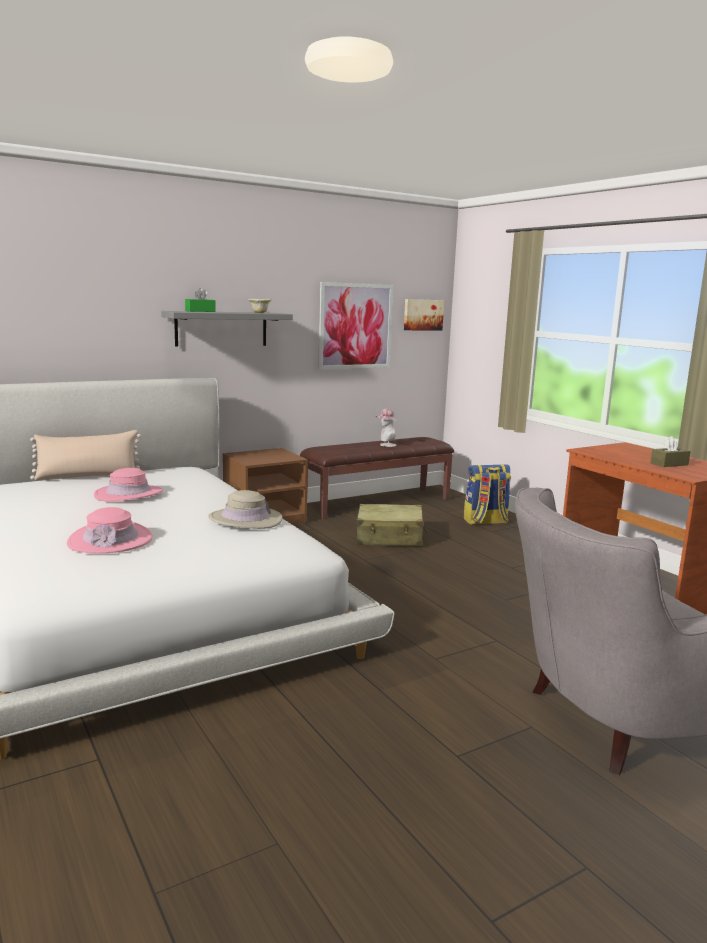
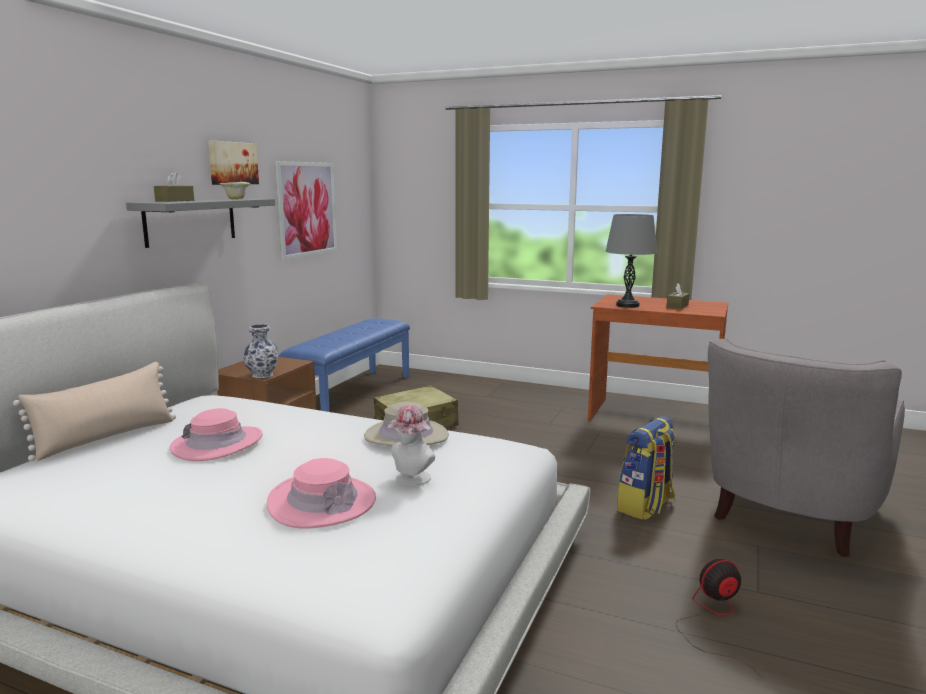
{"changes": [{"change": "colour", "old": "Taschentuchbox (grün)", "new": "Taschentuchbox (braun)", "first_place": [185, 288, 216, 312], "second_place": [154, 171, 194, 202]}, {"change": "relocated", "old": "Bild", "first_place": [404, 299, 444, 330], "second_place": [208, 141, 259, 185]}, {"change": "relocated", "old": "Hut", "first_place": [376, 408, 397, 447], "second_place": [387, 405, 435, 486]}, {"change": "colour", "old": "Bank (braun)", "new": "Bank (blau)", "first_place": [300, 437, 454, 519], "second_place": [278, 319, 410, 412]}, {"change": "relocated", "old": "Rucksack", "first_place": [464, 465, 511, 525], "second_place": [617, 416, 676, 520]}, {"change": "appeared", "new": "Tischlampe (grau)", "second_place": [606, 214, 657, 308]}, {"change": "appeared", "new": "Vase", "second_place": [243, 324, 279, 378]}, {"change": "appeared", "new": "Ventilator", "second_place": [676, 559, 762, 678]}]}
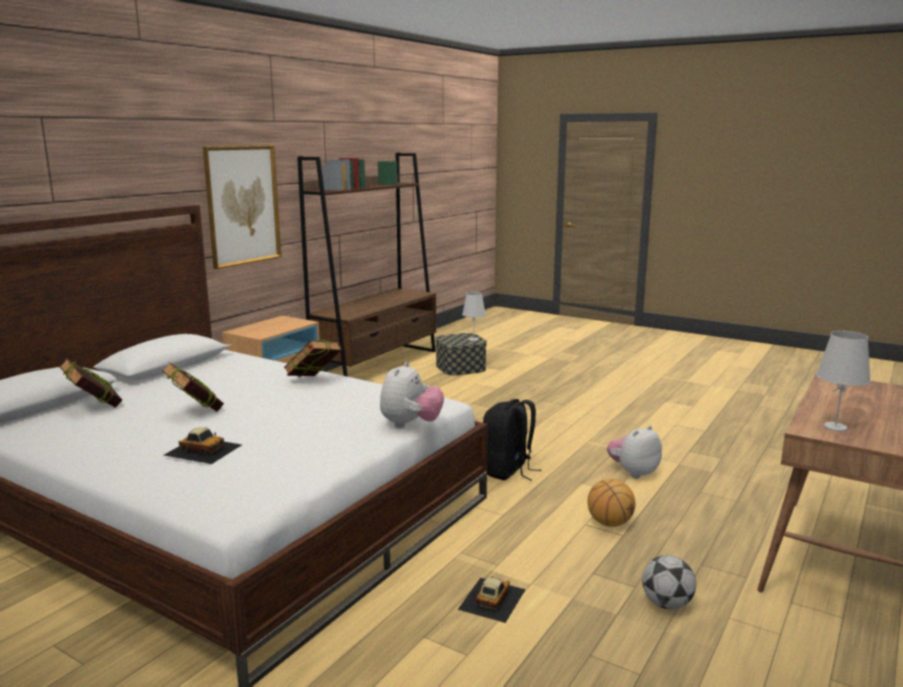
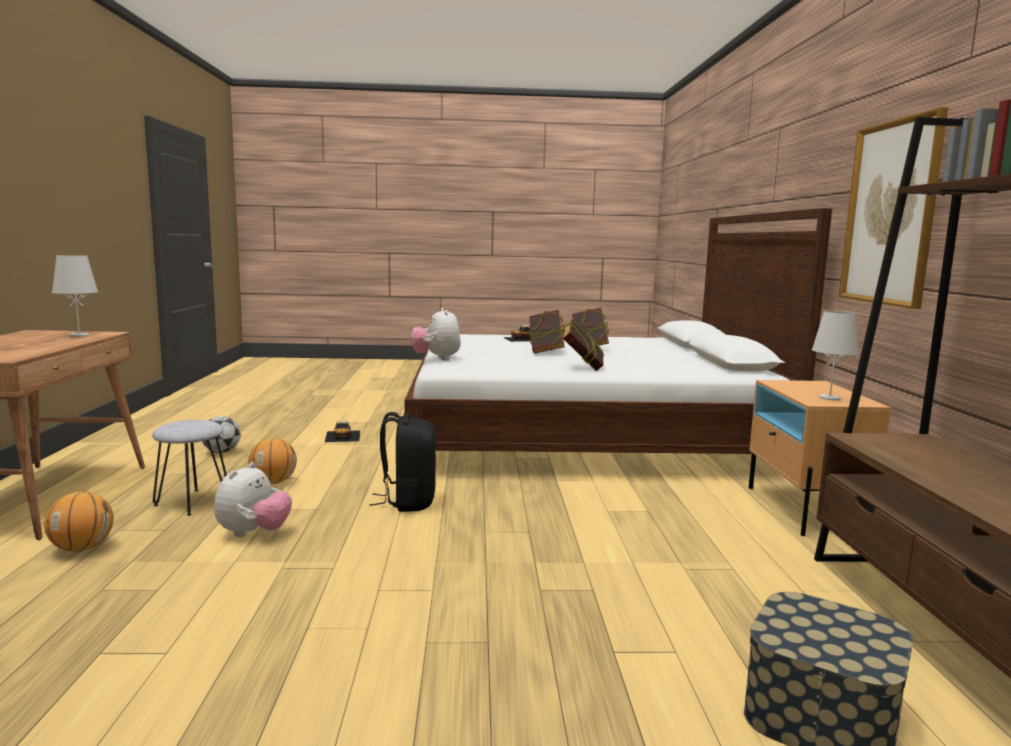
{"changes": [{"change": "relocated", "old": "Tischlampe (weiß)", "first_place": [462, 292, 486, 341], "second_place": [812, 310, 859, 400]}, {"change": "relocated", "old": "Buch", "first_place": [59, 358, 123, 408], "second_place": [529, 309, 565, 354]}, {"change": "appeared", "new": "Hocker (grau)", "second_place": [152, 420, 227, 516]}, {"change": "appeared", "new": "Basketball", "second_place": [44, 492, 114, 552]}]}
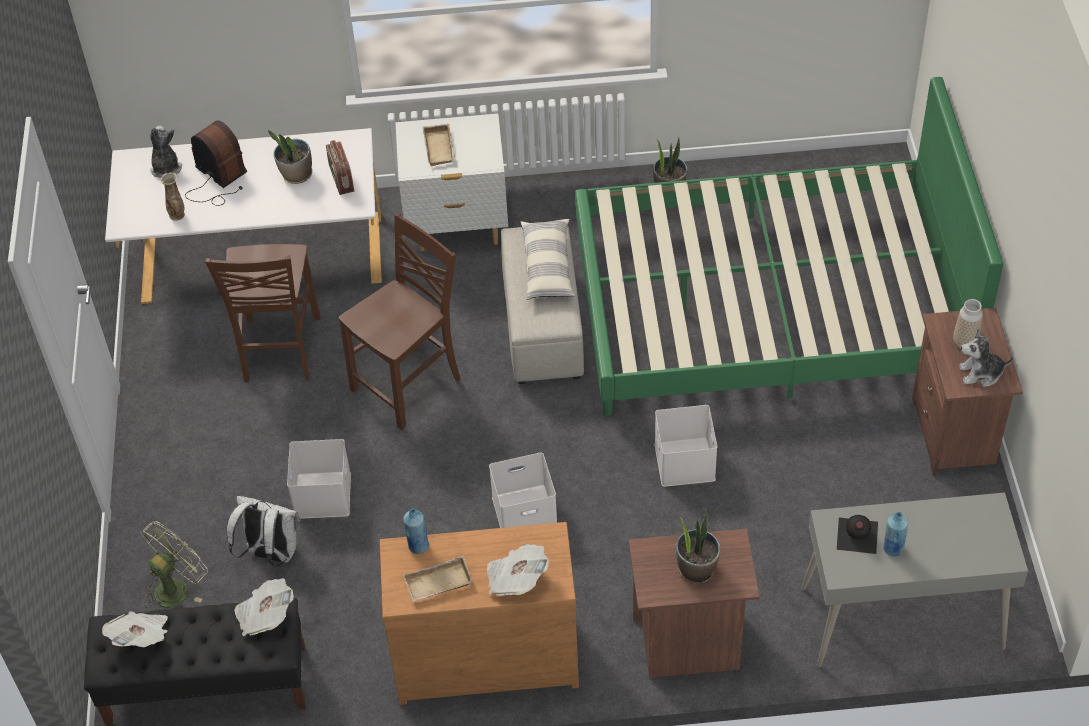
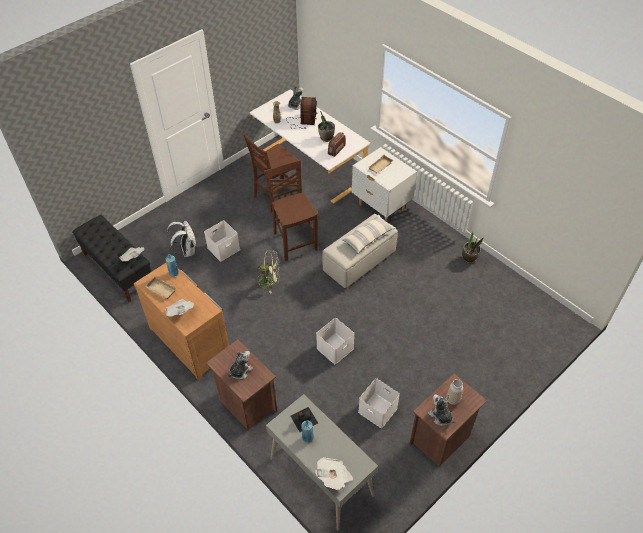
{"changes": [{"change": "missing", "old": "Bett (grün)", "first_place": [575, 77, 1003, 416]}, {"change": "spun", "old": "Stuhl (braun)", "first_place": [339, 213, 460, 430], "second_place": [264, 160, 318, 261], "degrees": -120}, {"change": "relocated", "old": "Aufbewahrungsbox (weiß)", "first_place": [489, 452, 557, 528], "second_place": [358, 378, 400, 428]}, {"change": "exchanged", "old": "Topfpflanze", "new": "Plüschtier", "first_place": [676, 508, 720, 584], "second_place": [228, 351, 253, 380]}, {"change": "relocated", "old": "Ventilator (grün)", "first_place": [140, 521, 208, 608], "second_place": [254, 250, 280, 294]}, {"change": "relocated", "old": "Zeitung", "first_place": [102, 611, 168, 647], "second_place": [315, 457, 353, 490]}]}
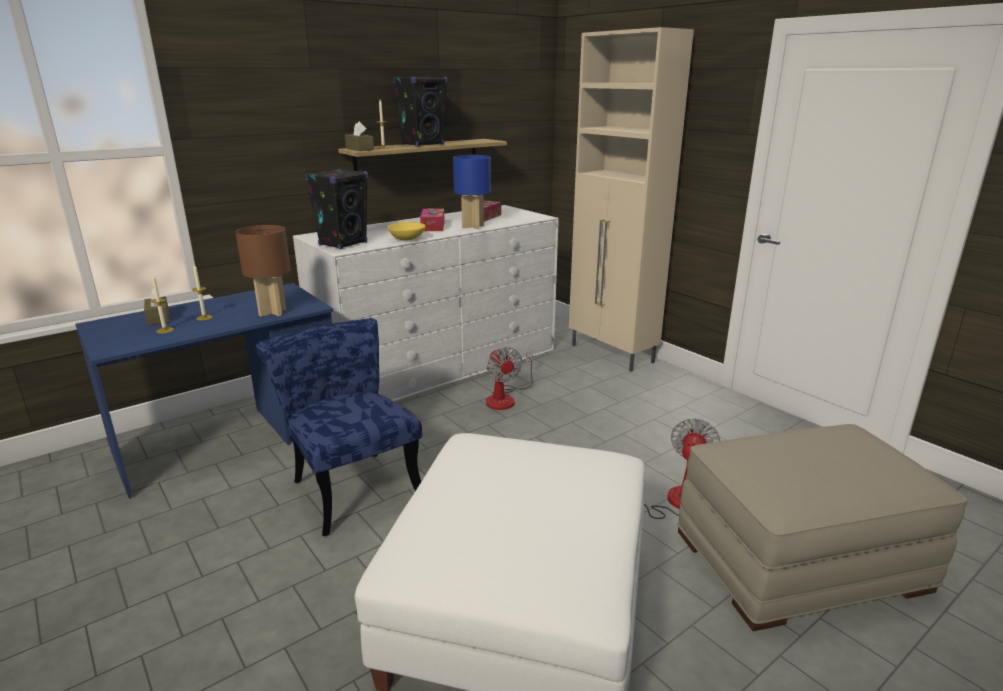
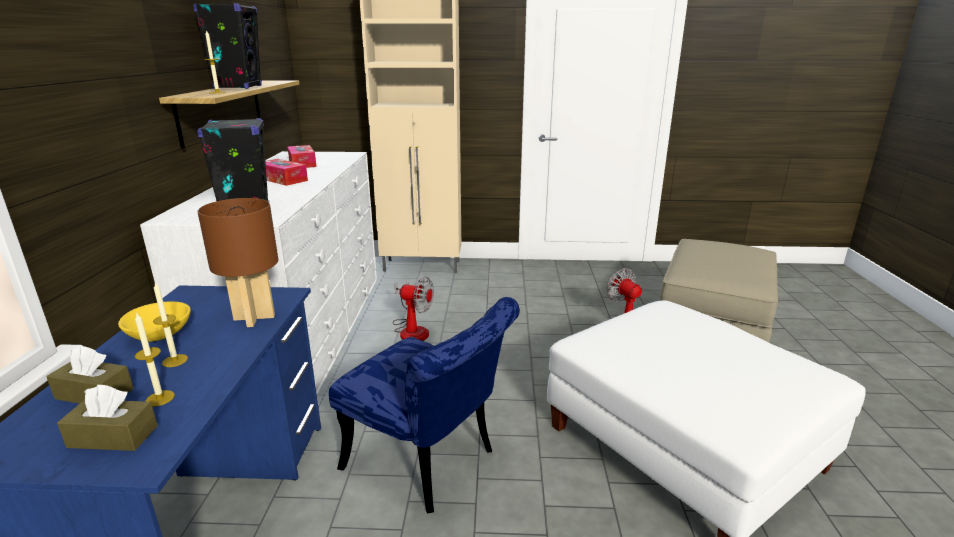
{"changes": [{"change": "relocated", "old": "Taschentuchbox (braun)", "first_place": [345, 121, 374, 151], "second_place": [57, 385, 158, 451]}, {"change": "missing", "old": "Tischlampe (blau)", "first_place": [453, 155, 491, 229]}, {"change": "relocated", "old": "Schüssel (gelb)", "first_place": [388, 222, 426, 240], "second_place": [118, 301, 191, 342]}, {"change": "spun", "old": "Stuhl (blau)", "first_place": [256, 318, 422, 536], "second_place": [329, 297, 520, 513], "degrees": -150}]}
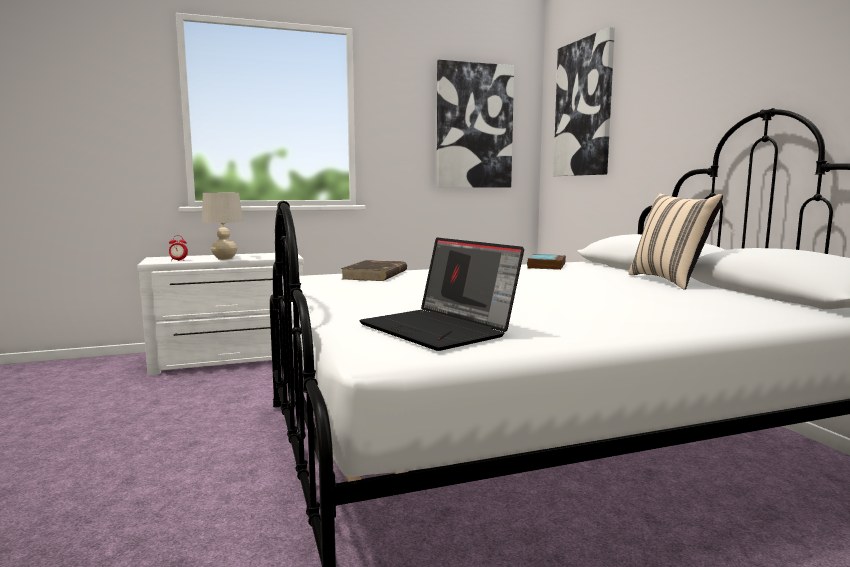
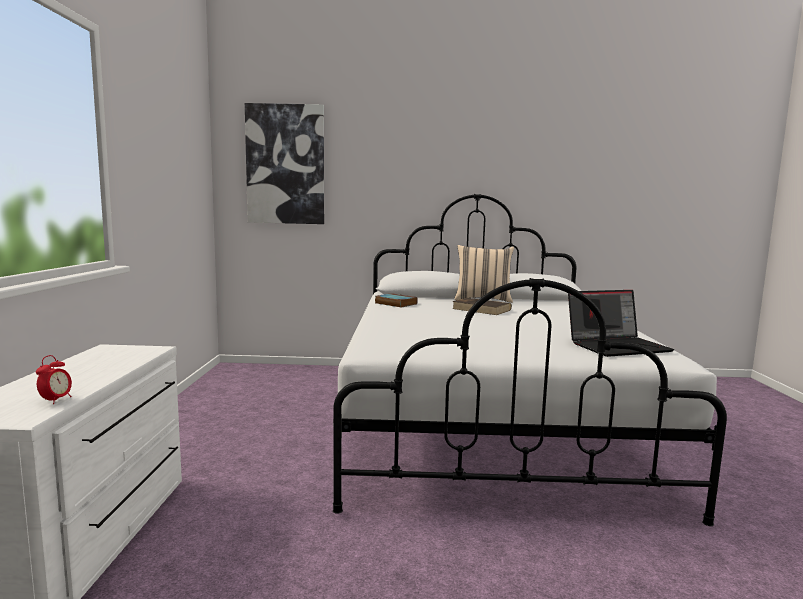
{"changes": [{"change": "missing", "old": "Bild", "first_place": [437, 60, 514, 188]}, {"change": "missing", "old": "Tischlampe (beige)", "first_place": [202, 193, 243, 260]}, {"change": "relocated", "old": "Buch (braun)", "first_place": [341, 260, 407, 281], "second_place": [452, 298, 512, 315]}]}
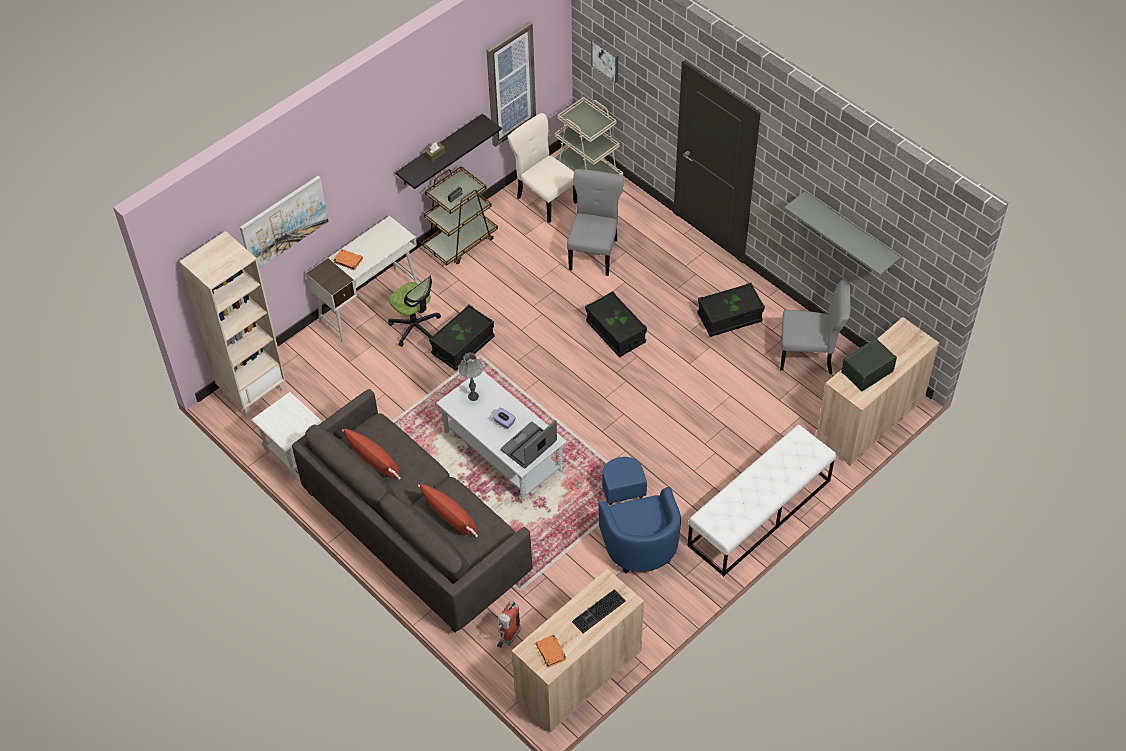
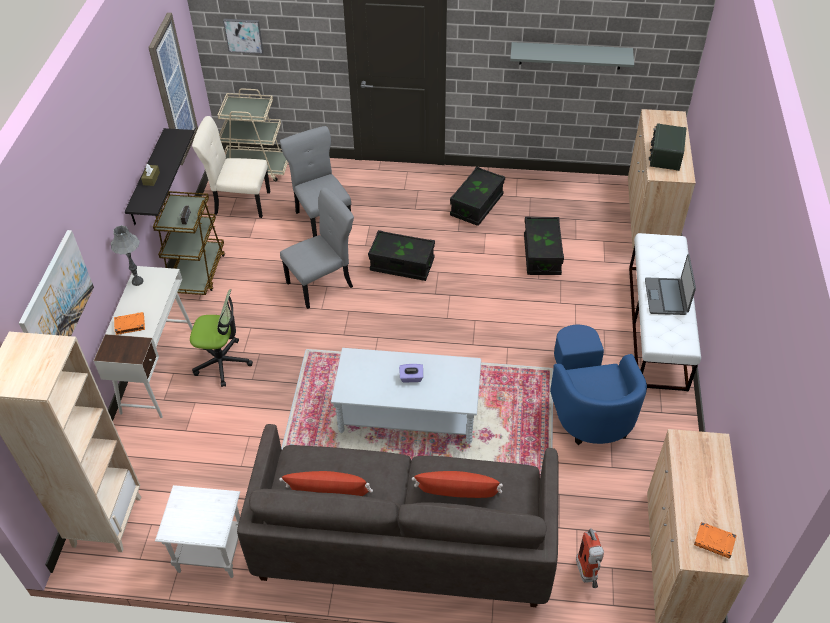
{"changes": [{"change": "relocated", "old": "Stuhl (grau)", "first_place": [780, 278, 851, 374], "second_place": [280, 187, 354, 309]}, {"change": "relocated", "old": "Aufbewahrungsbox (schwarz)", "first_place": [429, 305, 495, 371], "second_place": [524, 217, 564, 275]}, {"change": "relocated", "old": "Tischlampe (grau)", "first_place": [458, 352, 483, 401], "second_place": [111, 225, 144, 286]}, {"change": "relocated", "old": "Laptop", "first_place": [501, 420, 557, 468], "second_place": [645, 254, 696, 315]}, {"change": "spun", "old": "Sessel (blau)", "first_place": [598, 457, 681, 573], "second_place": [550, 325, 647, 445], "degrees": 45}, {"change": "missing", "old": "Tastatur", "first_place": [572, 589, 626, 633]}]}
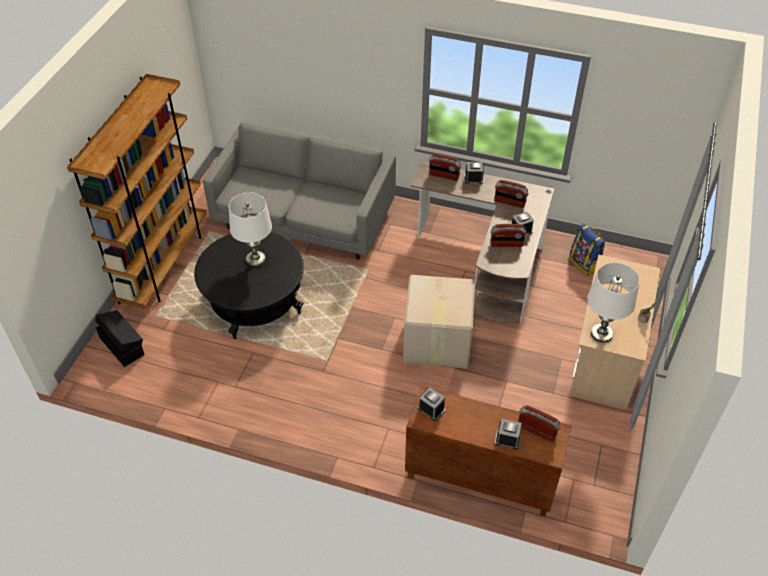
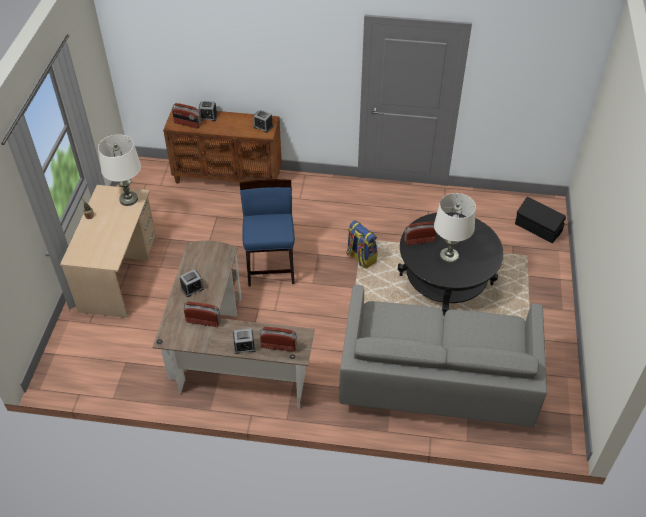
{"changes": [{"change": "missing", "old": "Bücherregal (braun)", "first_place": [67, 74, 207, 308]}, {"change": "relocated", "old": "Radio", "first_place": [491, 224, 526, 247], "second_place": [404, 222, 436, 245]}, {"change": "relocated", "old": "Rucksack", "first_place": [569, 224, 605, 276], "second_place": [346, 220, 377, 269]}, {"change": "exchanged", "old": "Karton", "new": "Stuhl (blau)", "first_place": [403, 275, 475, 369], "second_place": [240, 179, 295, 287]}]}
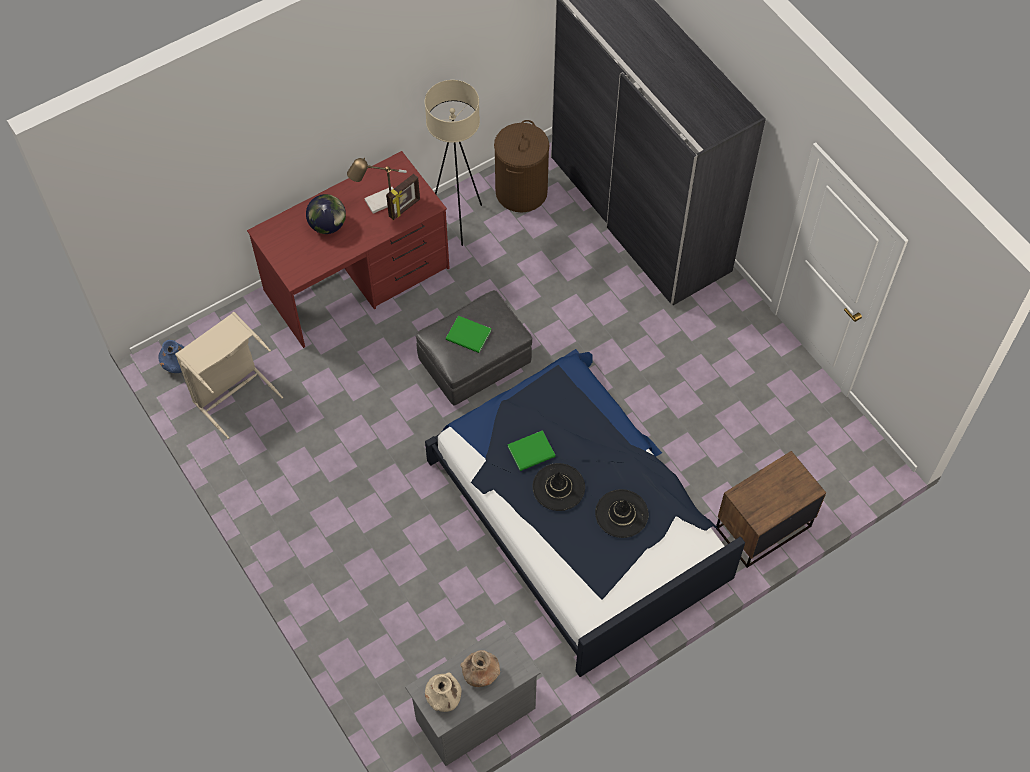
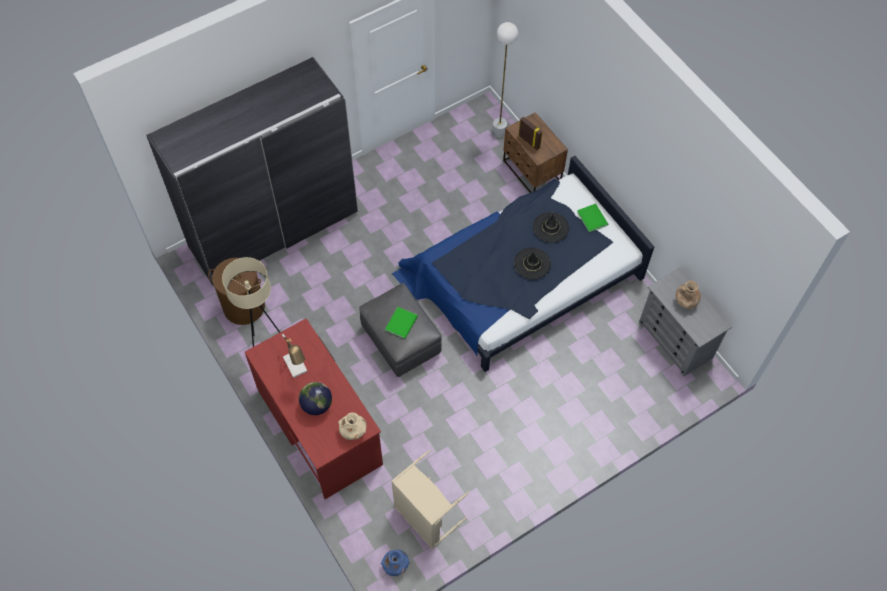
{"changes": [{"change": "relocated", "old": "Bilderrahmen", "first_place": [386, 174, 420, 220], "second_place": [519, 117, 543, 150]}, {"change": "relocated", "old": "Buch (grün)", "first_place": [508, 430, 556, 471], "second_place": [577, 203, 608, 232]}, {"change": "relocated", "old": "Vase (beige)", "first_place": [425, 672, 462, 712], "second_place": [338, 412, 367, 440]}, {"change": "appeared", "new": "Stehlampe (weiß)", "second_place": [492, 22, 518, 138]}]}
